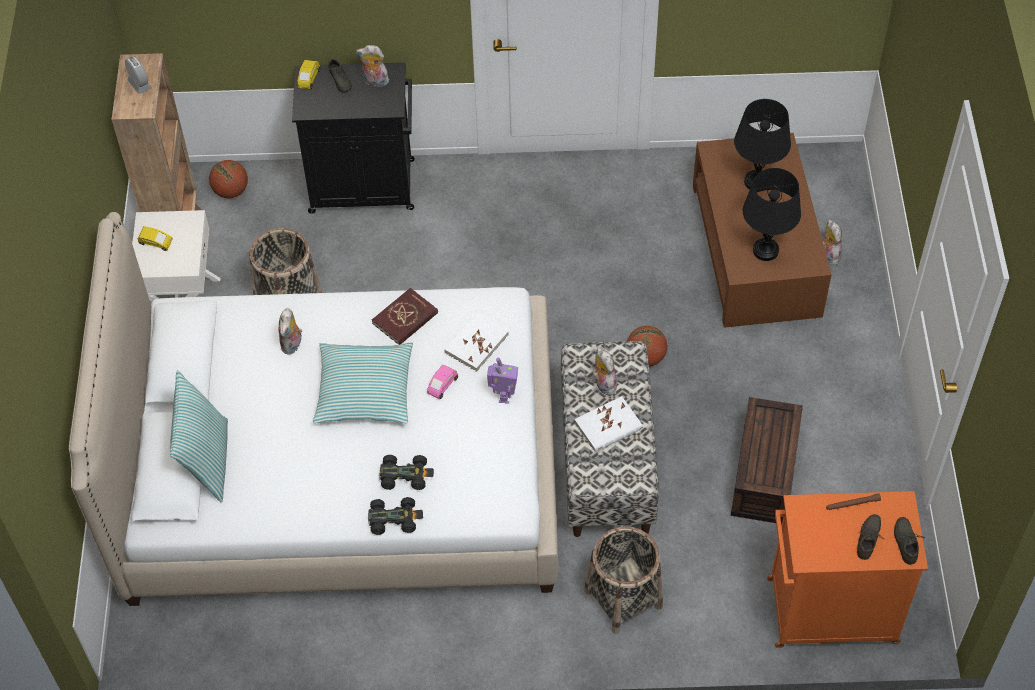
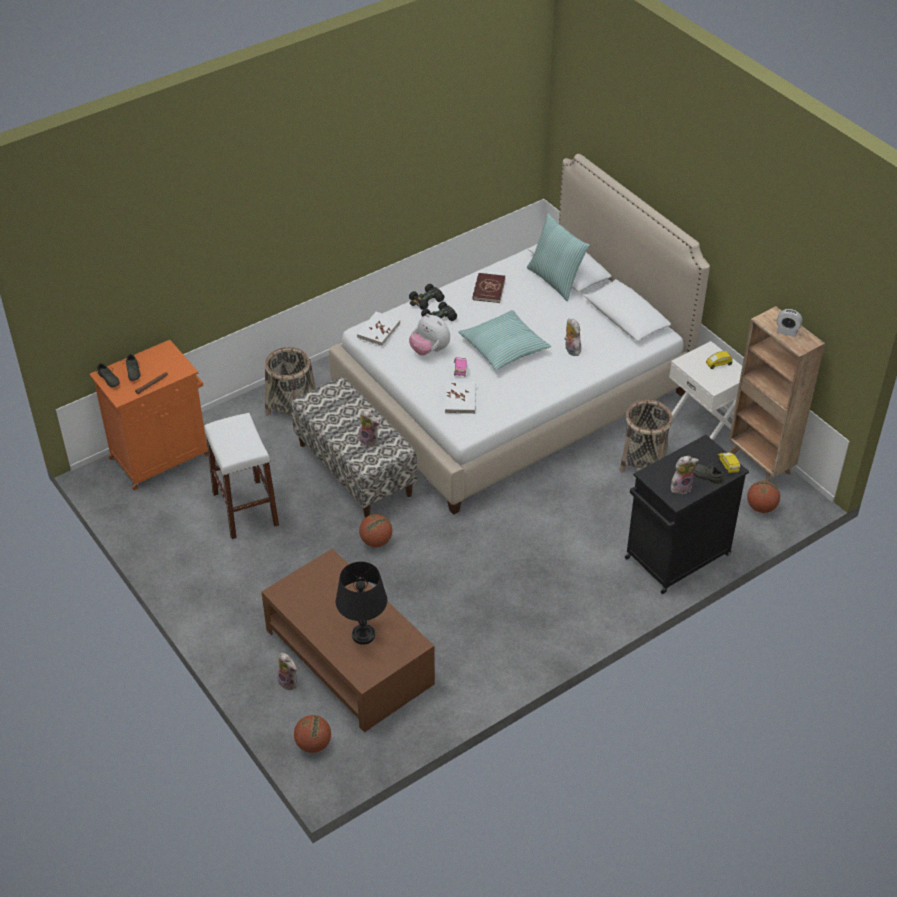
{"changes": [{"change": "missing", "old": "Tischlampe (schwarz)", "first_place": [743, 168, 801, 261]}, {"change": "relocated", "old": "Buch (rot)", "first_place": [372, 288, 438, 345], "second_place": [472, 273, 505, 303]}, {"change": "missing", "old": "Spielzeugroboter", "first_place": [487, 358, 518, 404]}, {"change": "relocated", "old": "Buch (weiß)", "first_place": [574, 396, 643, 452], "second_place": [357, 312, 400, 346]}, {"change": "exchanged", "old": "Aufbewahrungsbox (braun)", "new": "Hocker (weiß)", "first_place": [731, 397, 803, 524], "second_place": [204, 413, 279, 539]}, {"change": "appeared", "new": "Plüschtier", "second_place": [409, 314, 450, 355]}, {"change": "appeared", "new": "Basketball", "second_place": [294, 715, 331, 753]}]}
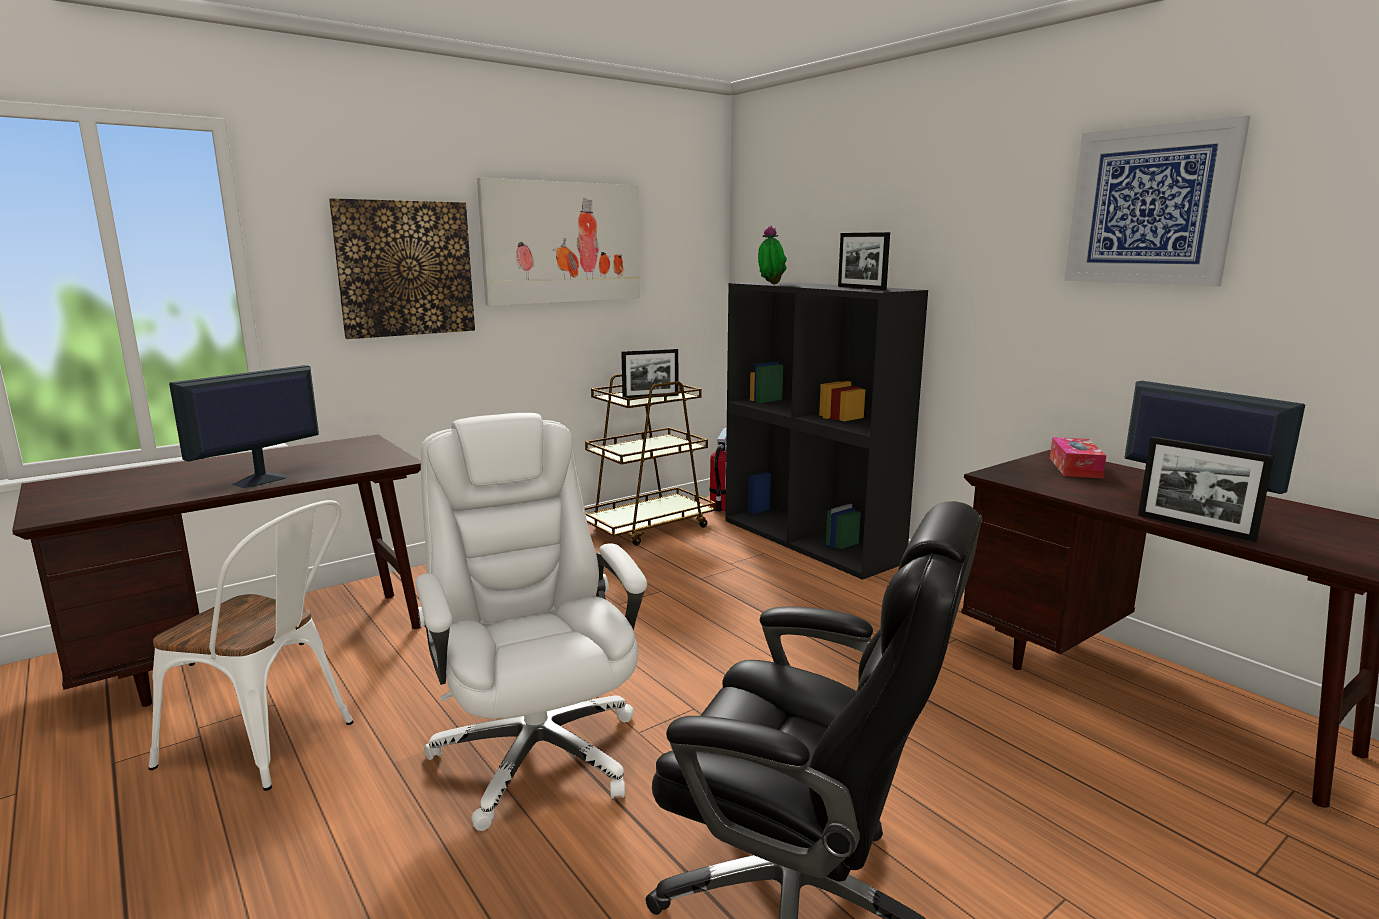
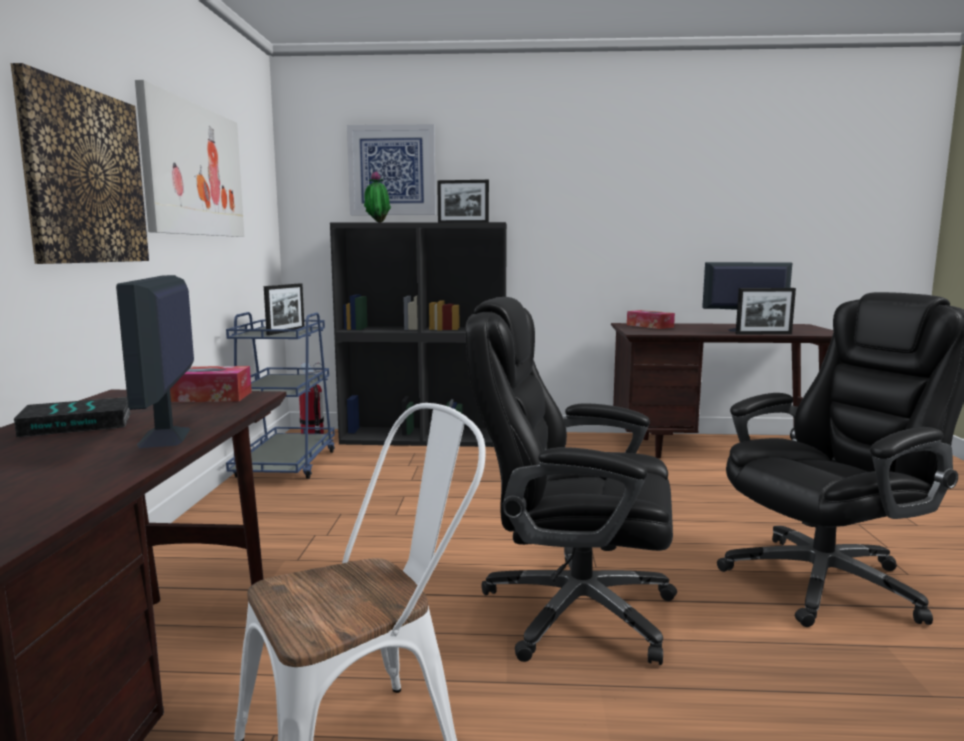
{"changes": [{"change": "relocated", "old": "Bild", "first_place": [1064, 116, 1251, 287], "second_place": [347, 124, 436, 215]}, {"change": "colour", "old": "Rollwagen (braun)", "new": "Rollwagen (blau)", "first_place": [584, 374, 716, 546], "second_place": [226, 312, 335, 479]}, {"change": "colour", "old": "Bürostuhl (weiß)", "new": "Bürostuhl (schwarz)", "first_place": [416, 413, 647, 831], "second_place": [465, 297, 677, 665]}, {"change": "appeared", "new": "Taschentuchbox", "second_place": [170, 366, 252, 402]}, {"change": "appeared", "new": "Buch", "second_place": [14, 397, 131, 437]}]}
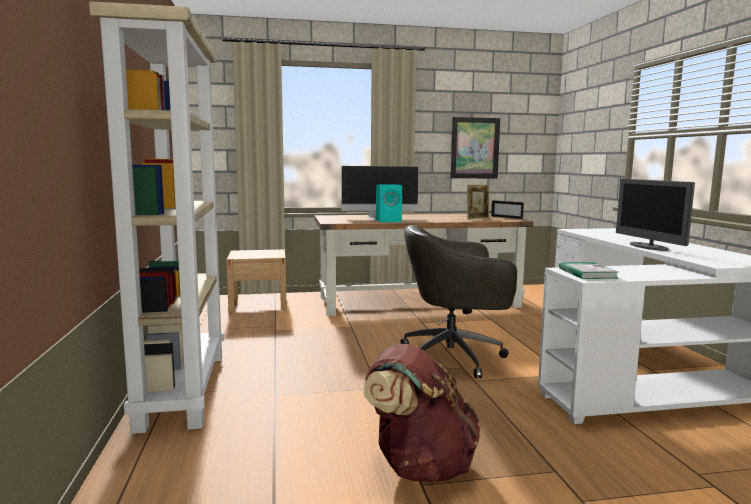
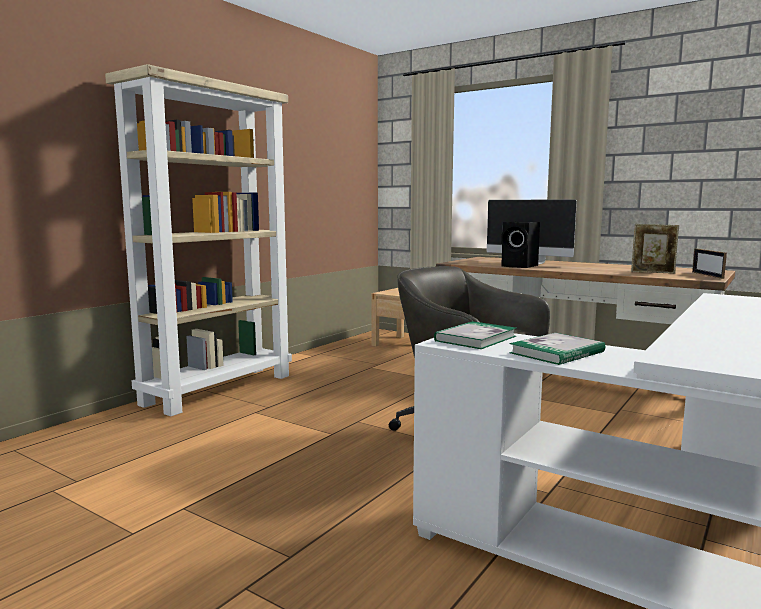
{"changes": [{"change": "missing", "old": "Bild", "first_place": [451, 117, 500, 178]}, {"change": "missing", "old": "Monitor", "first_place": [616, 179, 695, 251]}, {"change": "colour", "old": "Lautsprecher (türkis)", "new": "Lautsprecher (schwarz)", "first_place": [376, 184, 402, 222], "second_place": [501, 222, 540, 268]}, {"change": "missing", "old": "Rucksack (braun)", "first_place": [363, 344, 480, 482]}, {"change": "appeared", "new": "Buch", "second_place": [509, 333, 605, 365]}]}
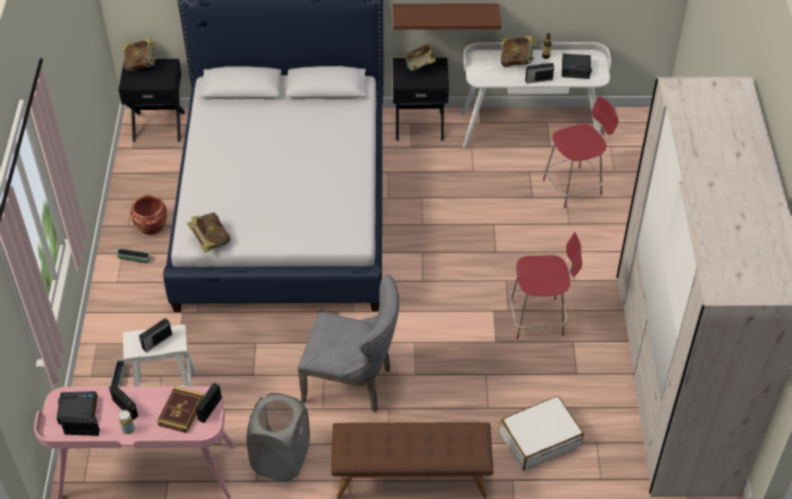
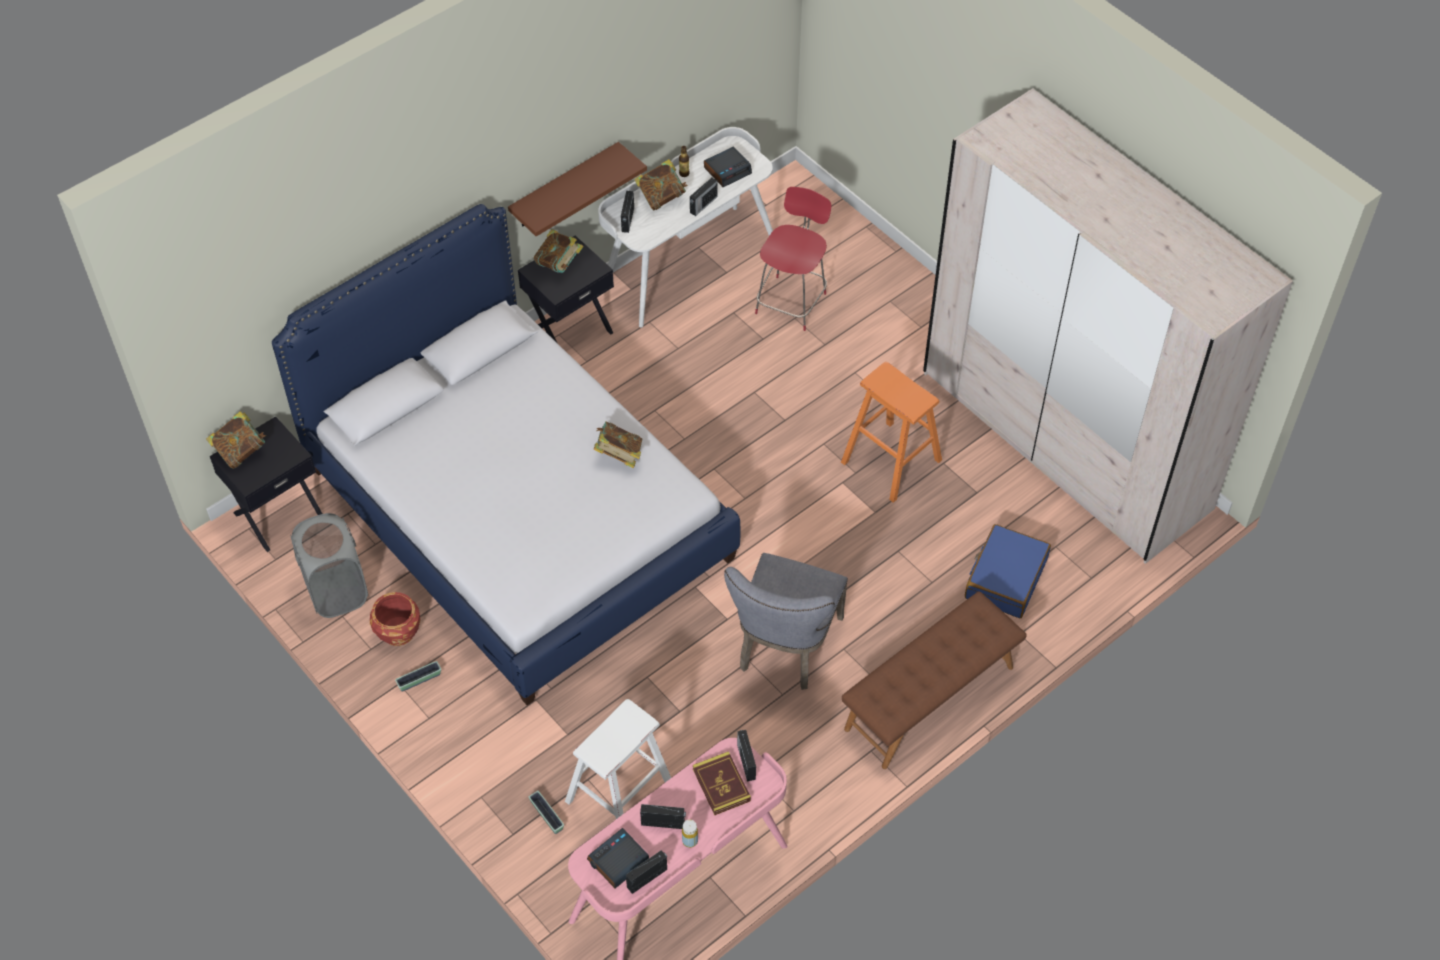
{"changes": [{"change": "relocated", "old": "Buch", "first_place": [187, 212, 231, 253], "second_place": [594, 422, 643, 468]}, {"change": "exchanged", "old": "Stuhl (rot)", "new": "Hocker (orange)", "first_place": [509, 232, 582, 339], "second_place": [841, 362, 942, 503]}, {"change": "spun", "old": "Stuhl (grau)", "first_place": [298, 275, 399, 413], "second_place": [724, 553, 848, 690], "degrees": 135}, {"change": "relocated", "old": "Radio", "first_place": [139, 318, 172, 352], "second_place": [621, 191, 634, 233]}, {"change": "relocated", "old": "Wäschekorb (grau)", "first_place": [246, 393, 310, 482], "second_place": [291, 513, 368, 618]}, {"change": "colour", "old": "Koffer (weiß)", "new": "Koffer (blau)", "first_place": [499, 396, 584, 470], "second_place": [965, 524, 1051, 618]}]}
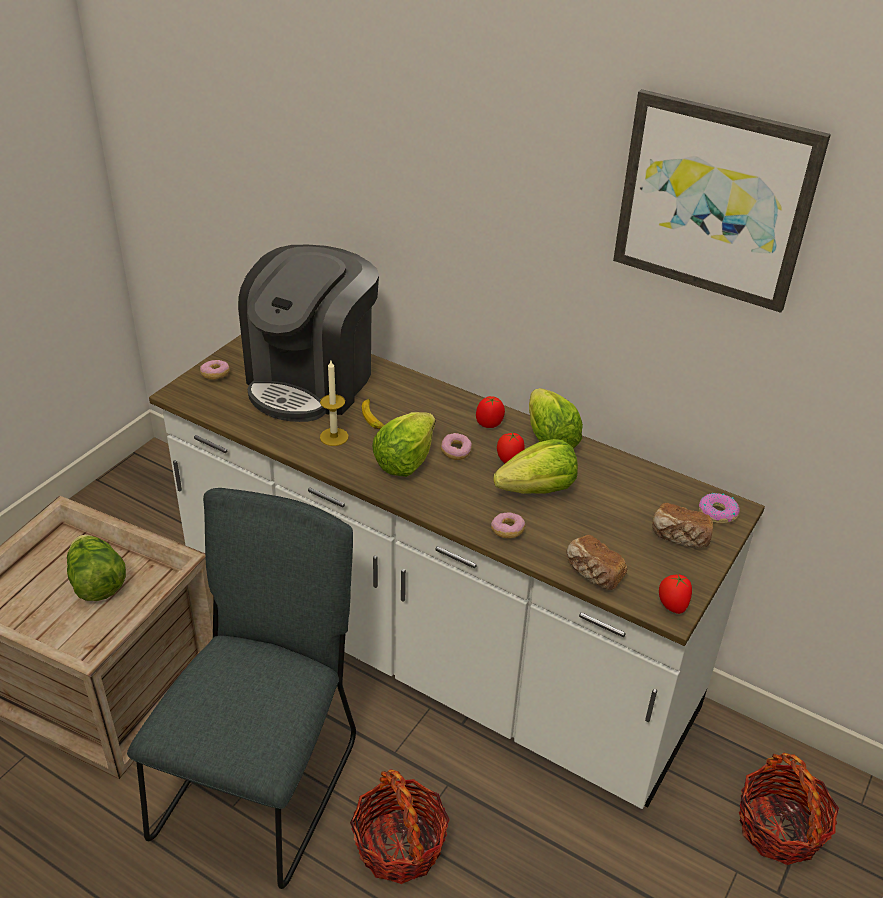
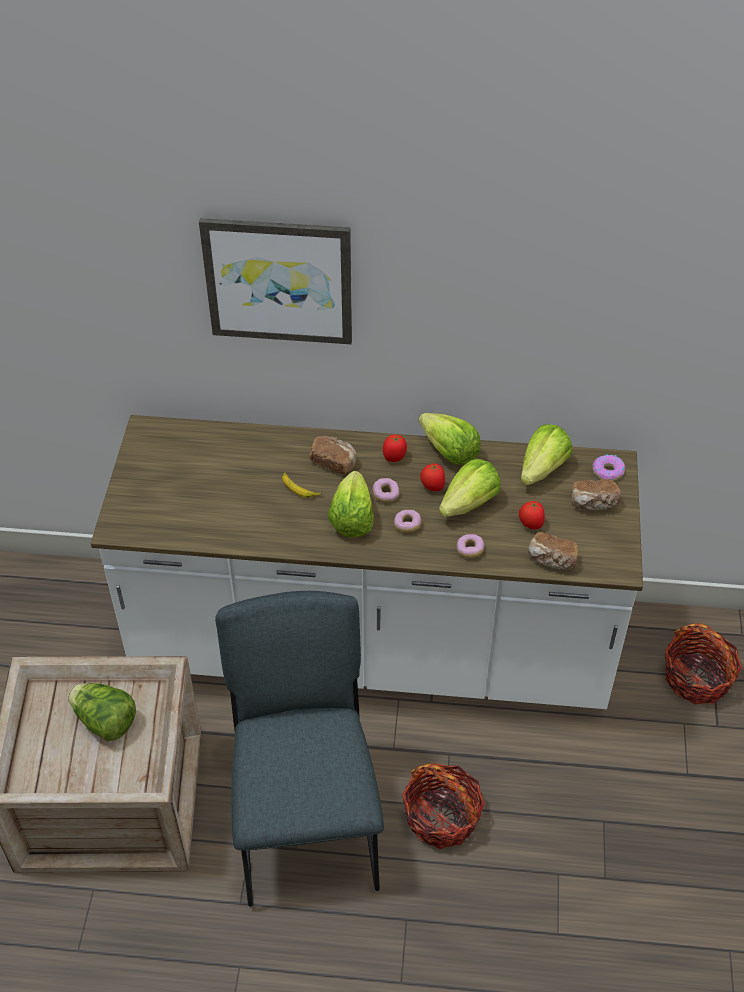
{"changes": [{"change": "relocated", "old": "Bild", "first_place": [613, 89, 831, 313], "second_place": [199, 218, 352, 344]}, {"change": "missing", "old": "Kaffeemaschine", "first_place": [238, 245, 379, 422]}, {"change": "relocated", "old": "Donut", "first_place": [200, 360, 230, 380], "second_place": [394, 510, 421, 533]}, {"change": "missing", "old": "Kerze", "first_place": [320, 361, 349, 446]}, {"change": "relocated", "old": "Tomate", "first_place": [659, 573, 692, 614], "second_place": [519, 501, 545, 529]}, {"change": "appeared", "new": "Salatkopf", "second_place": [521, 424, 573, 485]}, {"change": "appeared", "new": "Brot", "second_place": [309, 436, 357, 474]}]}
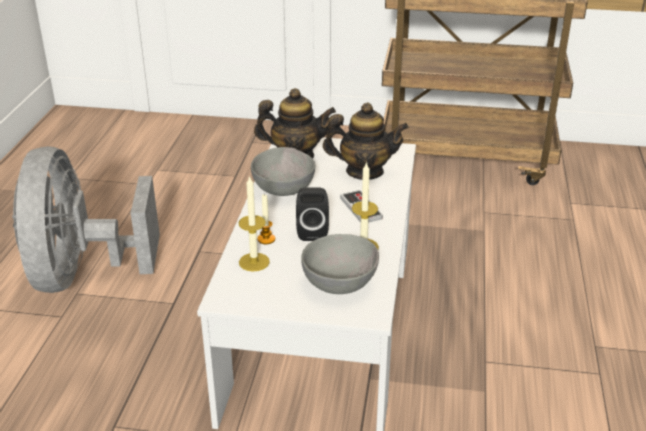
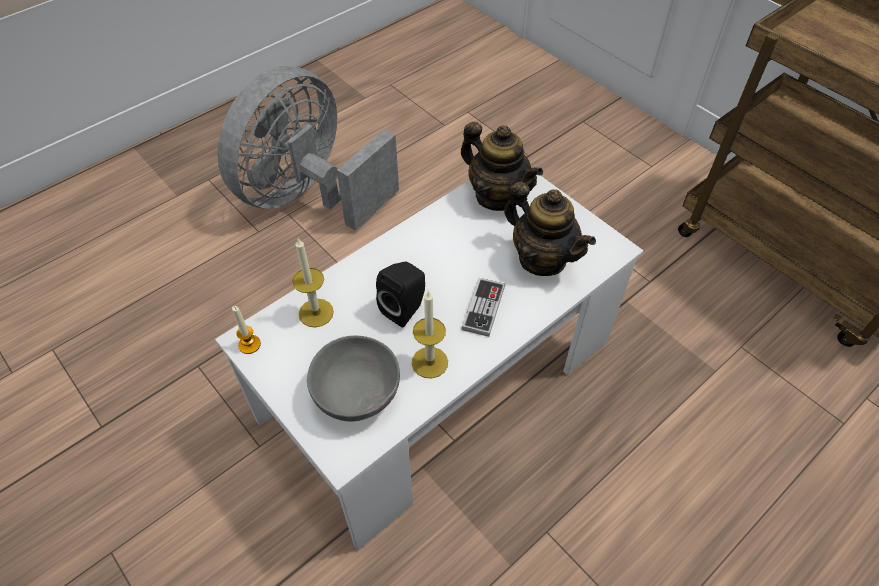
{"changes": [{"change": "missing", "old": "Schüssel (grau)", "first_place": [251, 147, 315, 196]}, {"change": "relocated", "old": "Kerze", "first_place": [257, 194, 275, 244], "second_place": [232, 306, 261, 354]}]}
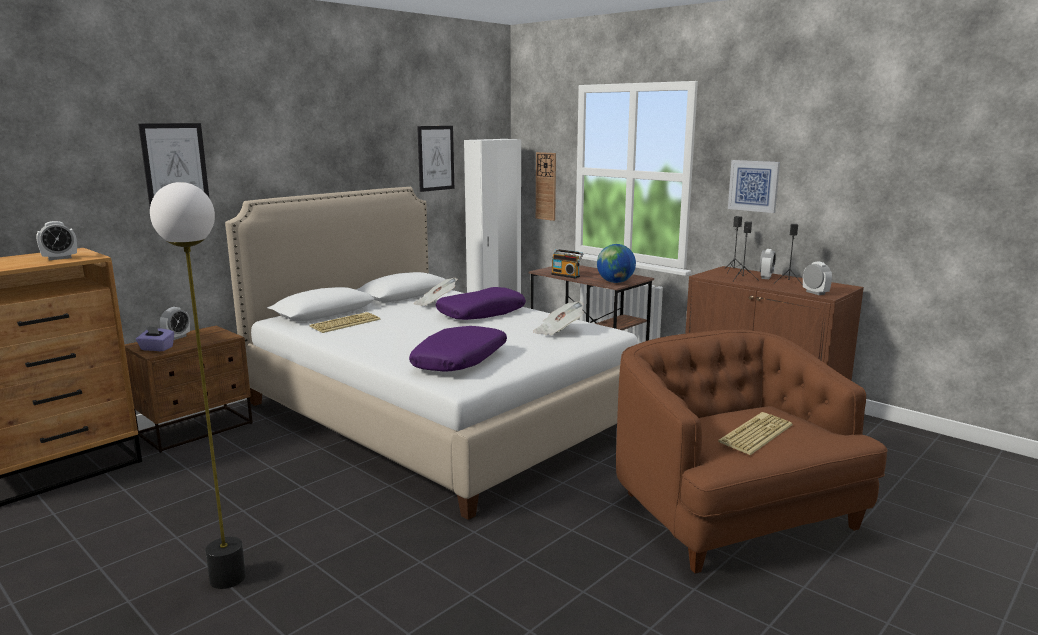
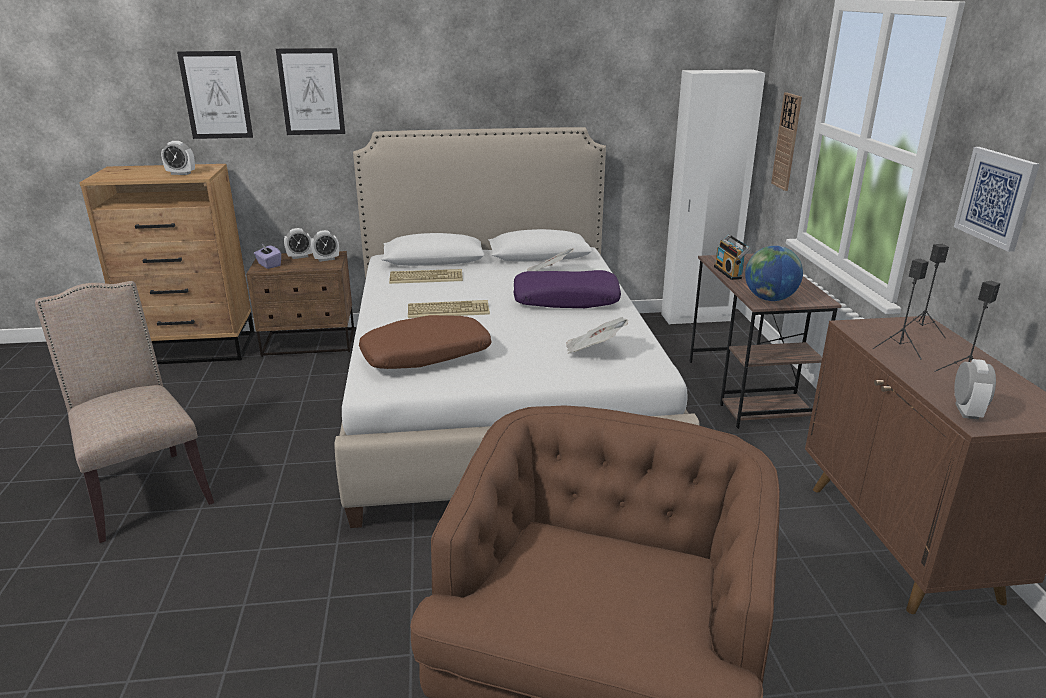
{"changes": [{"change": "relocated", "old": "Bild", "first_place": [417, 126, 454, 192], "second_place": [177, 51, 253, 139]}, {"change": "exchanged", "old": "Stehlampe", "new": "Stuhl (beige)", "first_place": [150, 182, 246, 589], "second_place": [35, 281, 214, 543]}, {"change": "relocated", "old": "Wecker", "first_place": [759, 249, 776, 279], "second_place": [311, 230, 339, 262]}, {"change": "colour", "old": "Kissen (lila)", "new": "Kissen (braun)", "first_place": [409, 326, 507, 372], "second_place": [359, 315, 492, 369]}, {"change": "relocated", "old": "Tastatur", "first_place": [718, 412, 793, 455], "second_place": [408, 300, 490, 318]}]}
